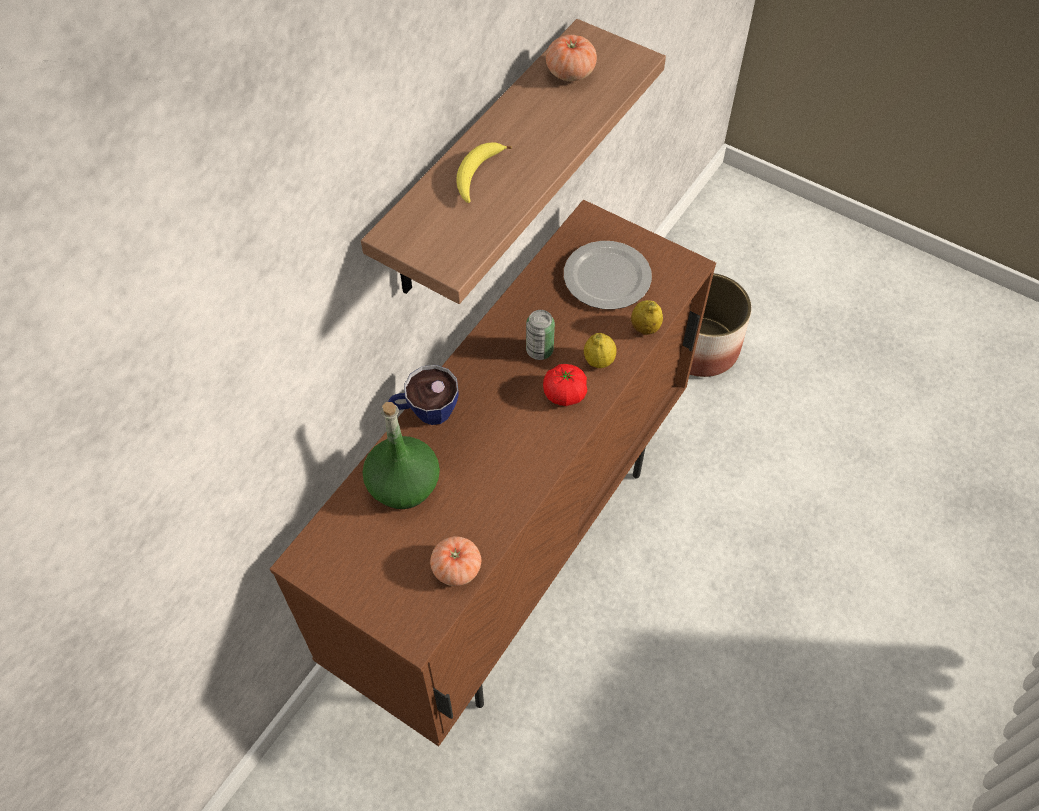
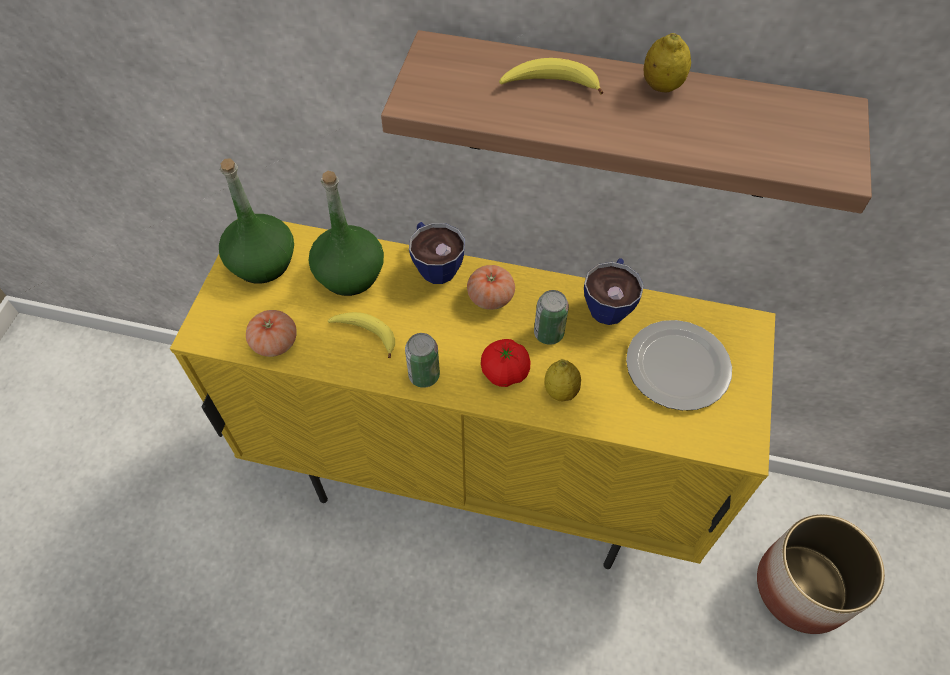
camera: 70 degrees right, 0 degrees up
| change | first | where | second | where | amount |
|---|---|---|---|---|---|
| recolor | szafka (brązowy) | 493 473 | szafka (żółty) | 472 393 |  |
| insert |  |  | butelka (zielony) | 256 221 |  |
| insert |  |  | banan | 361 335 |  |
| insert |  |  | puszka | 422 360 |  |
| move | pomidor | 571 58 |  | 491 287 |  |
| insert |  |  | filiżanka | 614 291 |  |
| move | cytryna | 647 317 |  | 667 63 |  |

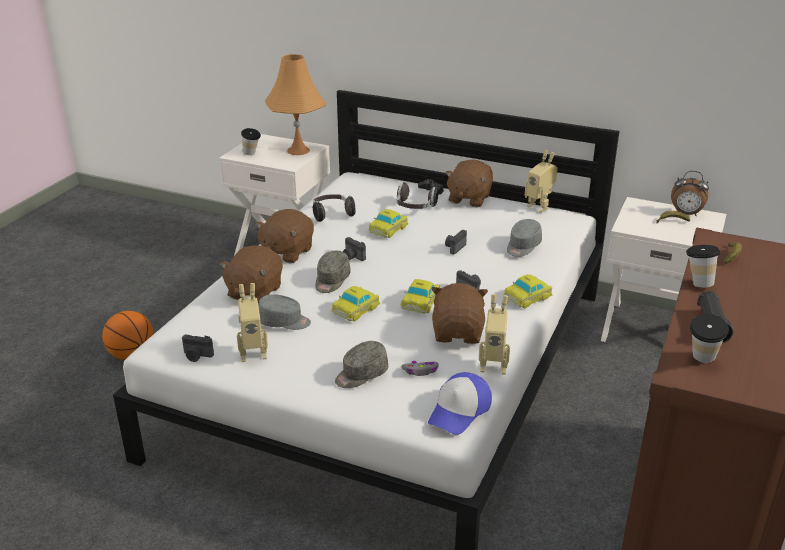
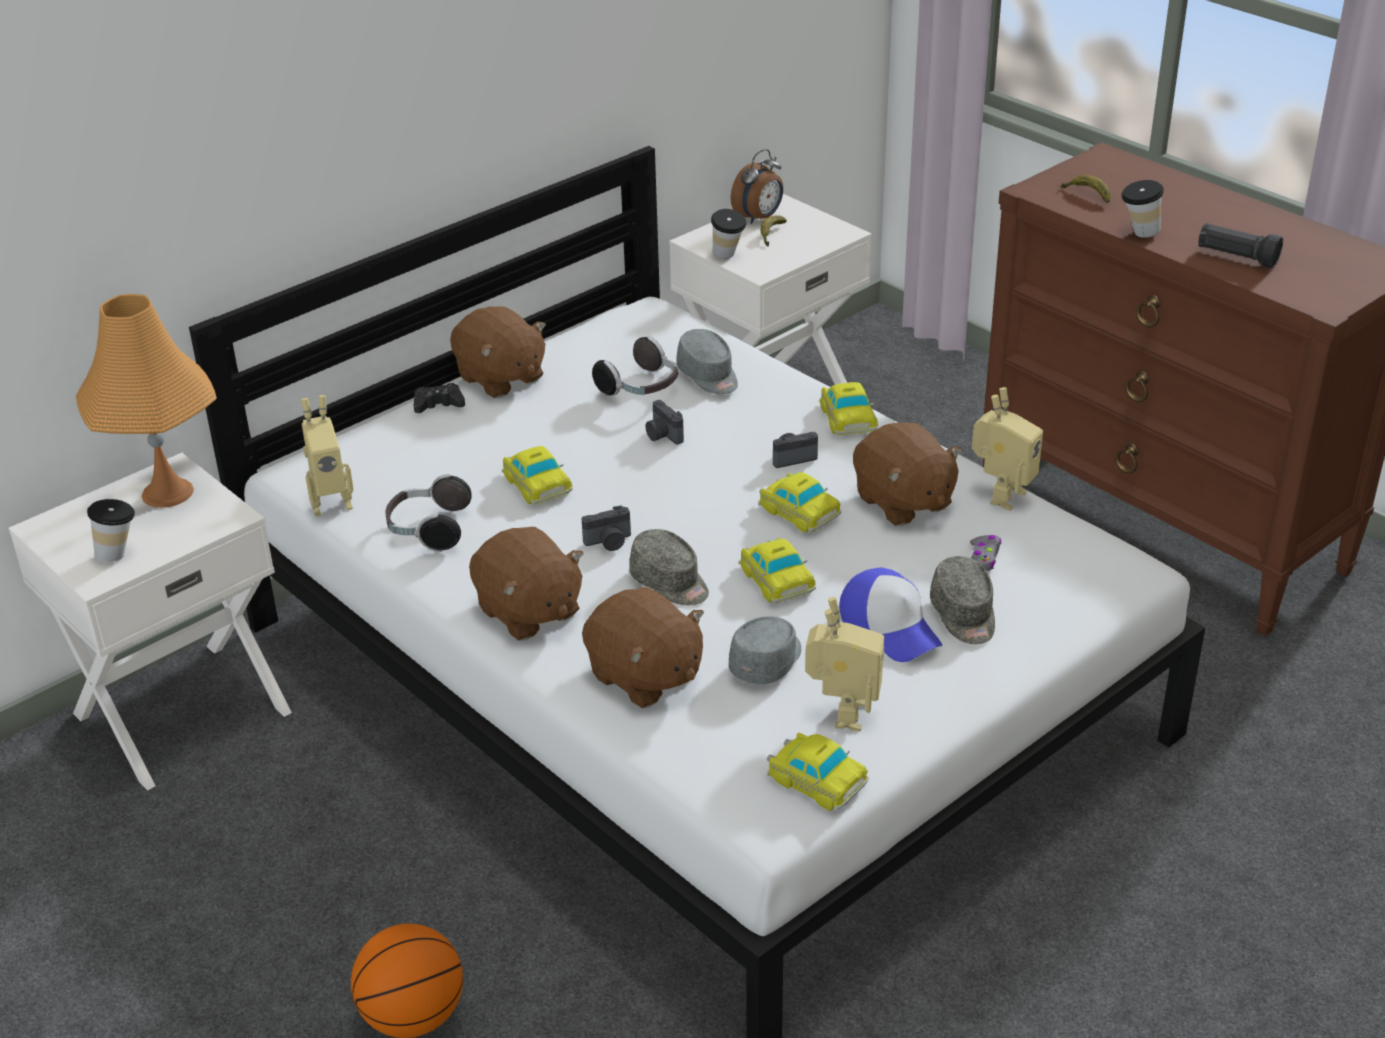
camera: 65 degrees left, 5 degrees up
| change | first | where | second | where | amount |
|---|---|---|---|---|---|
| move | robot zabawkowy | 541 181 |  | 327 456 |  |
| move | słuchawki | 417 196 |  | 635 366 |  |
| move | filiżanka | 709 338 |  | 729 234 |  |
| replace | aparat fotograficzny | 198 348 | samochodzik | 818 771 |  |
| move | czapka z daszkiem | 460 403 |  | 890 615 |  |
| rotate | pluszak (brązowy) | 459 313 |  | 907 474 | 150 degrees counterclockwise |

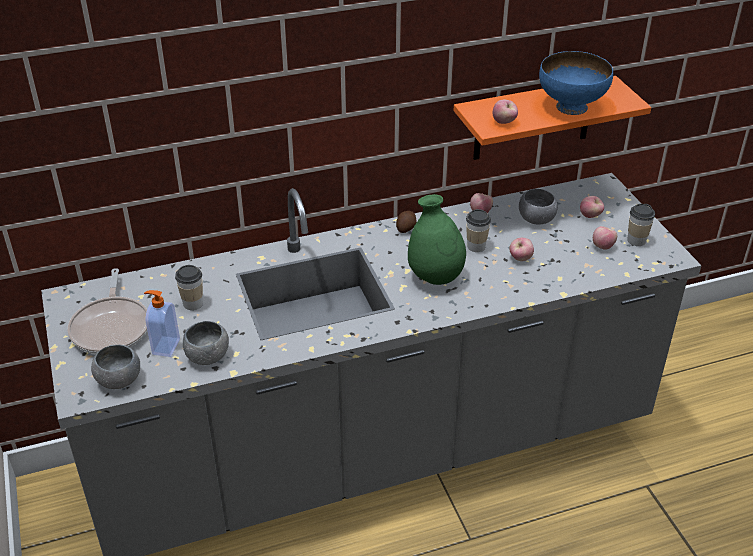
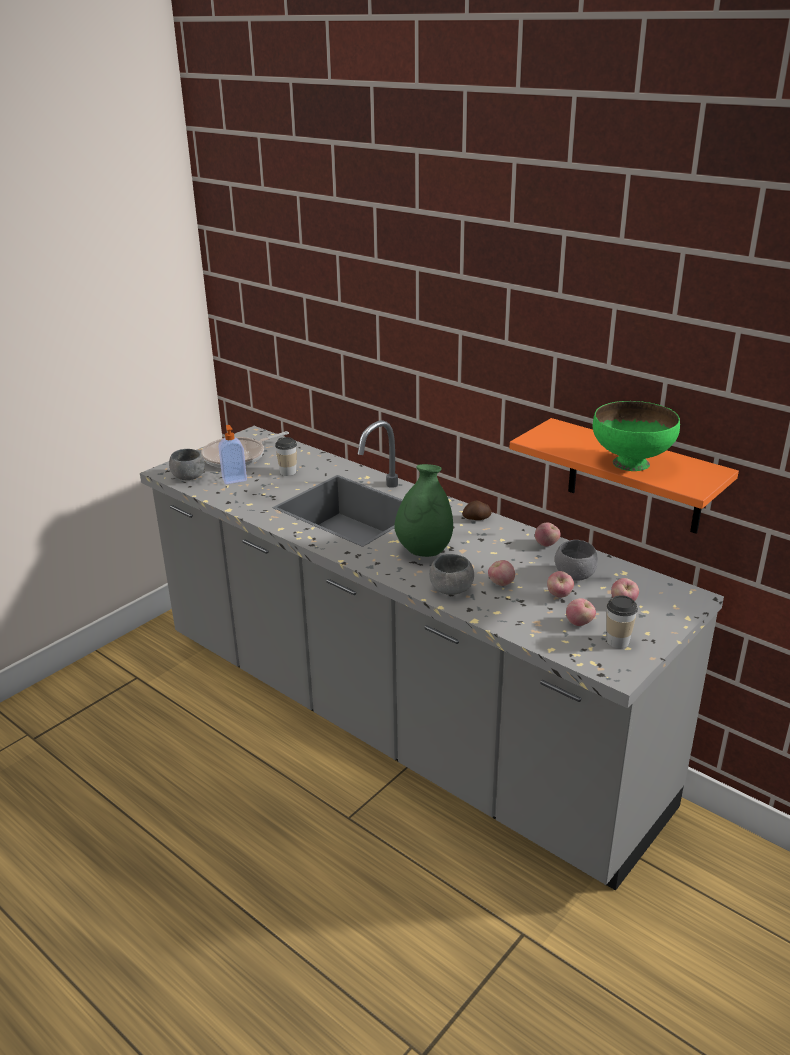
camera: 60 degrees right, 10 degrees down
| change | first | where | second | where | amount |
|---|---|---|---|---|---|
| move | miska (szary) | 206 343 |  | 451 574 |  |
| move | jabłko | 505 112 |  | 560 584 |  |
| recolor | miska (niebieski) | 576 83 | miska (zielony) | 636 436 |  |
| delete | filiżanka | 478 230 |  |  |  |

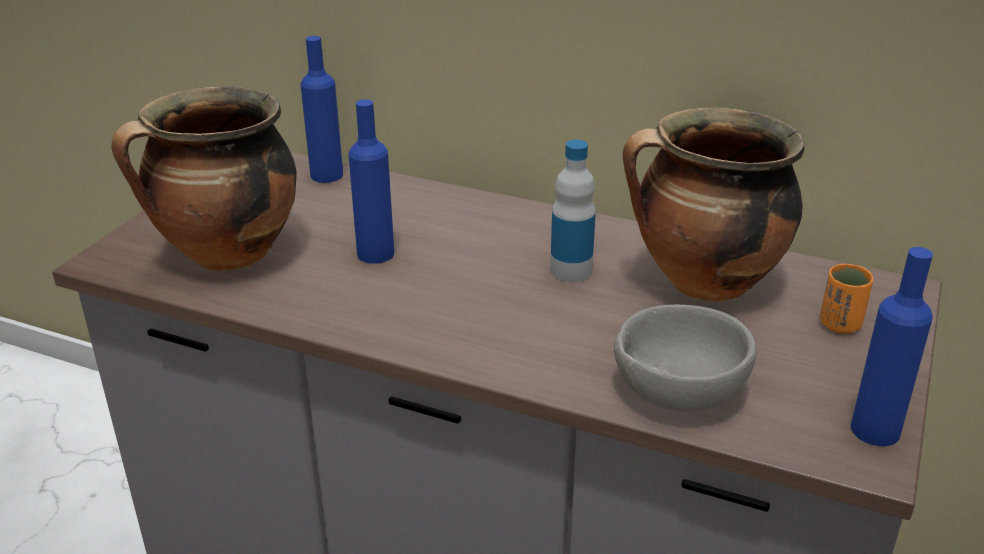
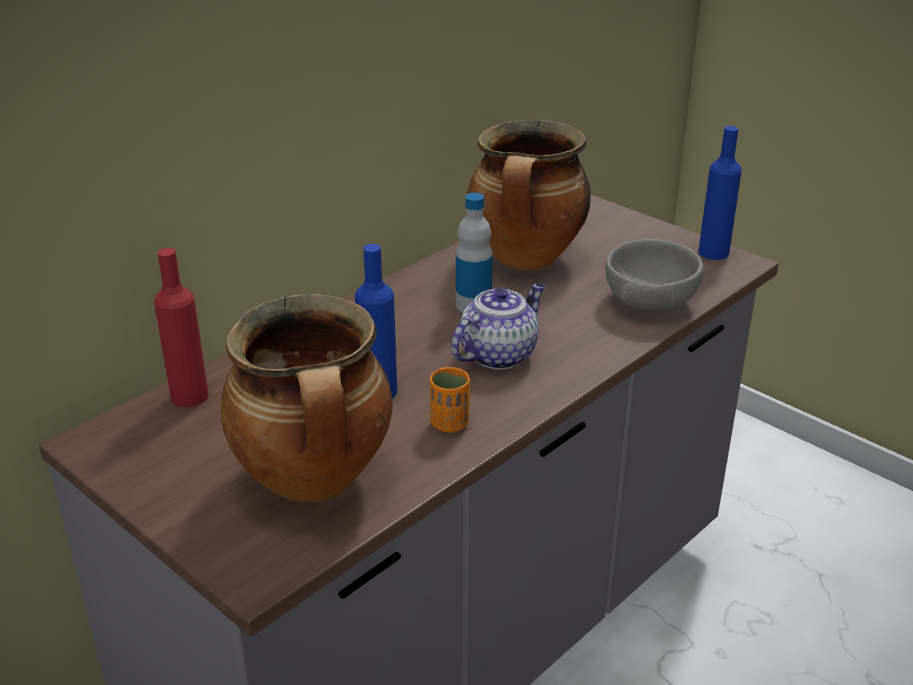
camera: 70 degrees left, 0 degrees up
| change | first | where | second | where | amount |
|---|---|---|---|---|---|
| recolor | butelka (niebieski) | 321 109 | butelka (czerwony) | 181 327 |  |
| move | filiżanka (pomarańczowy) | 846 299 |  | 450 400 |  |
| insert |  |  | imbryk | 498 326 |  |

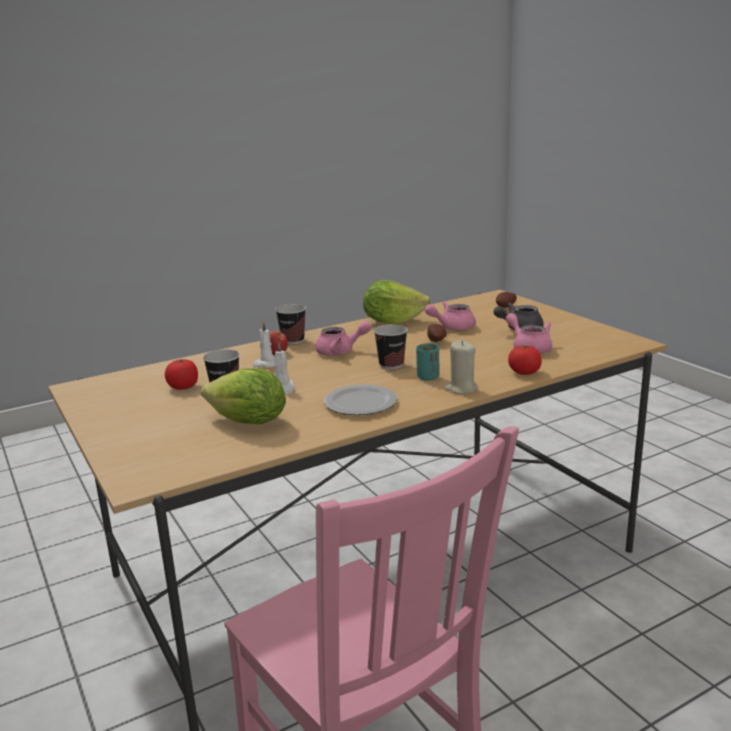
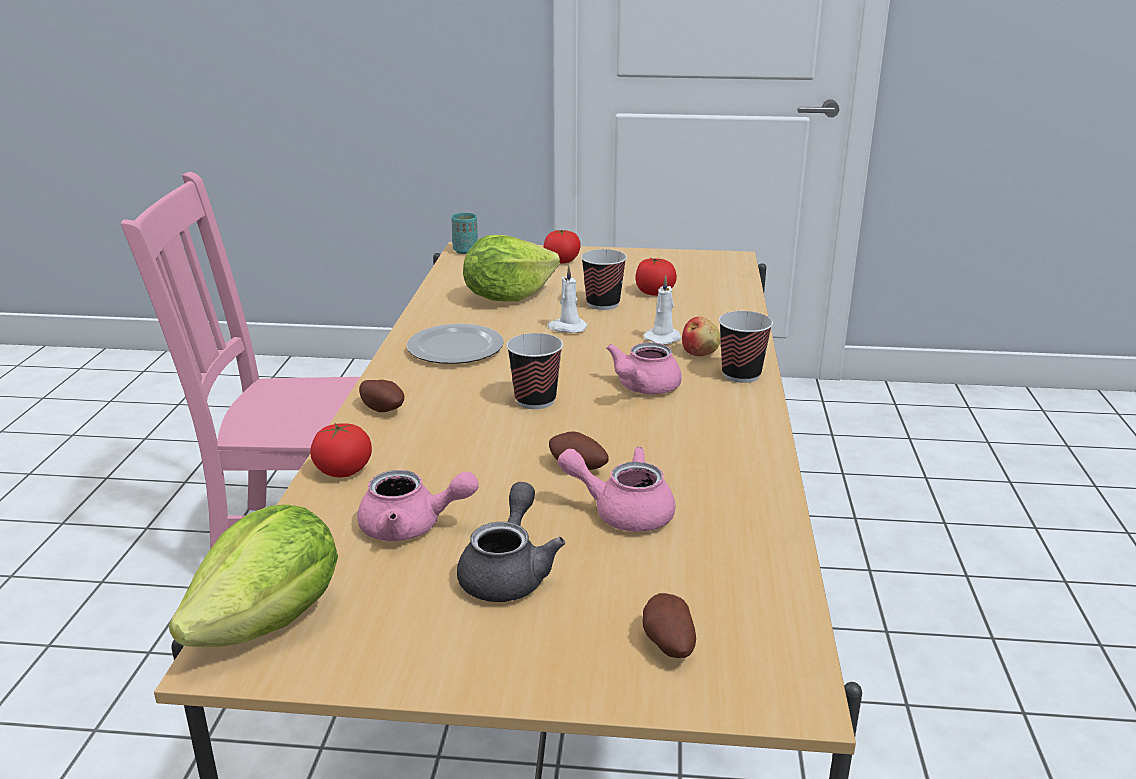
camera: 125 degrees right, 5 degrees up
| change | first | where | second | where | amount |
|---|---|---|---|---|---|
| move | sałata | 397 302 |  | 253 575 |  |
| replace | świeca (beżowy) | 461 367 | ziemniak | 381 396 |  |
| move | filiżanka (turkusowy) | 427 362 |  | 464 233 |  |
| insert |  |  | pomidor | 562 247 |  |
| rotate | imbryk (różowy) | 450 316 |  | 617 489 | 90 degrees counterclockwise |

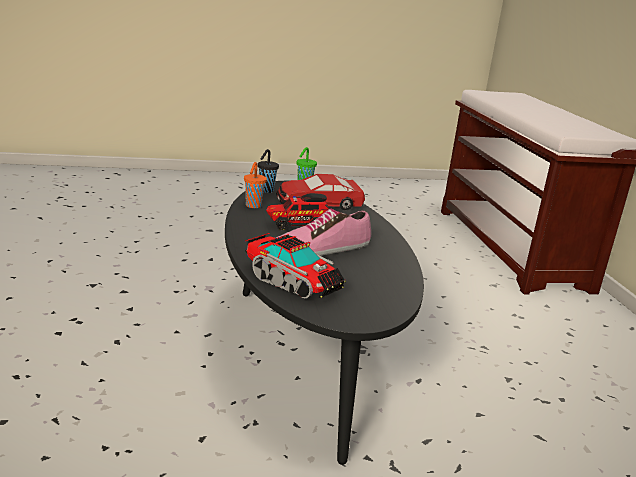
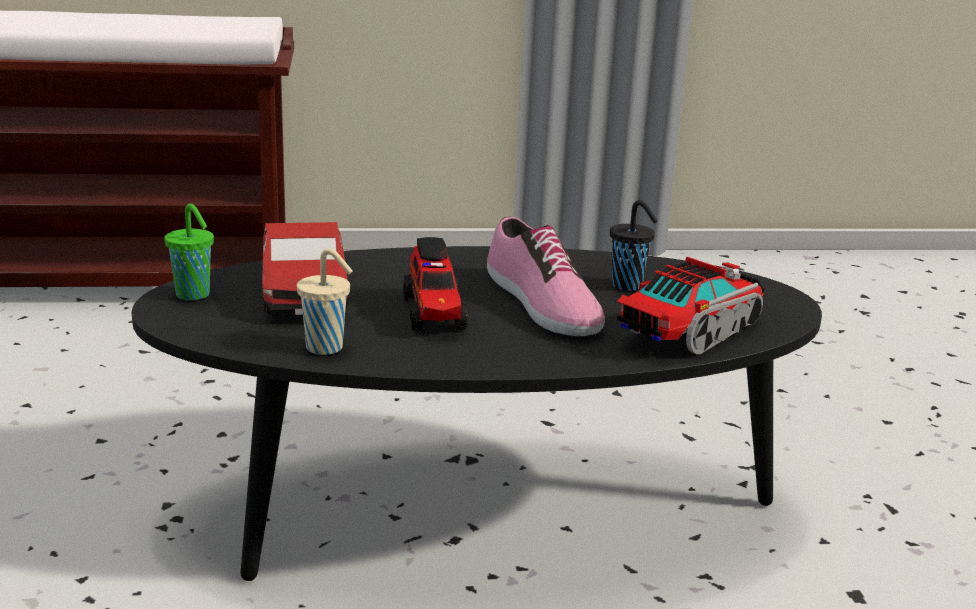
camera: 85 degrees left, 0 degrees up
| change | first | where | second | where | amount |
|---|---|---|---|---|---|
| recolor | filiżanka (pomarańczowy) | 255 185 | filiżanka (beżowy) | 325 301 |  |
| move | filiżanka (czarny) | 268 171 |  | 634 245 |  |

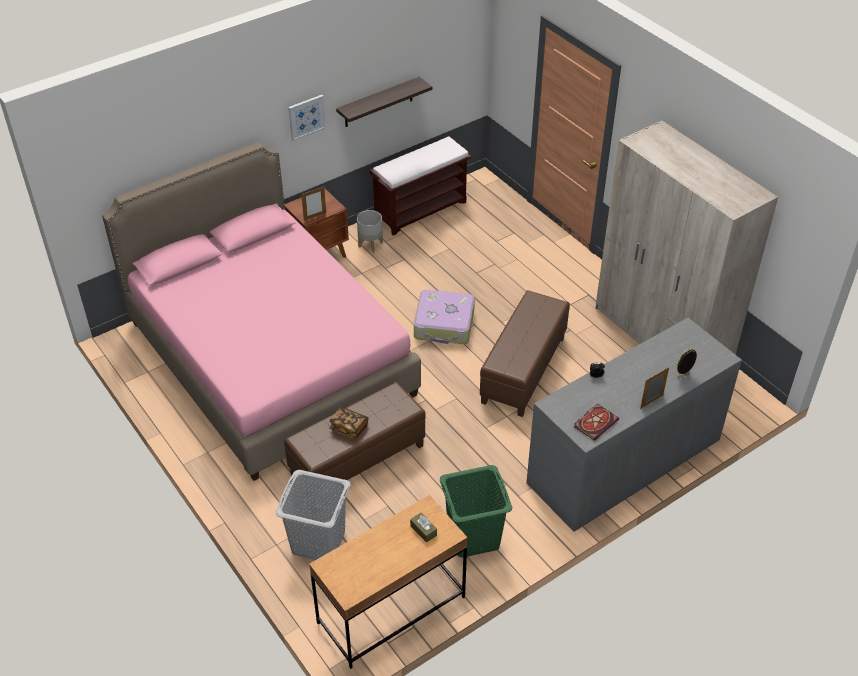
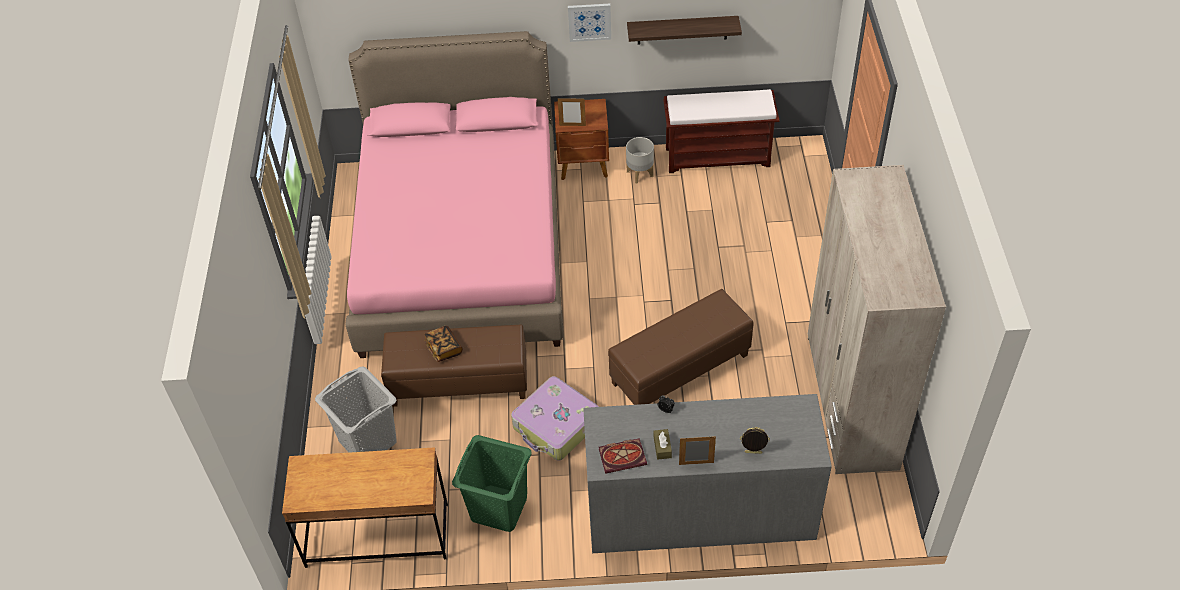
camera: 35 degrees right, 5 degrees up
| change | first | where | second | where | amount |
|---|---|---|---|---|---|
| move | walizka | 444 317 |  | 555 418 |  |
| move | pudełko chusteczek (brązowy) | 423 528 |  | 663 444 |  |

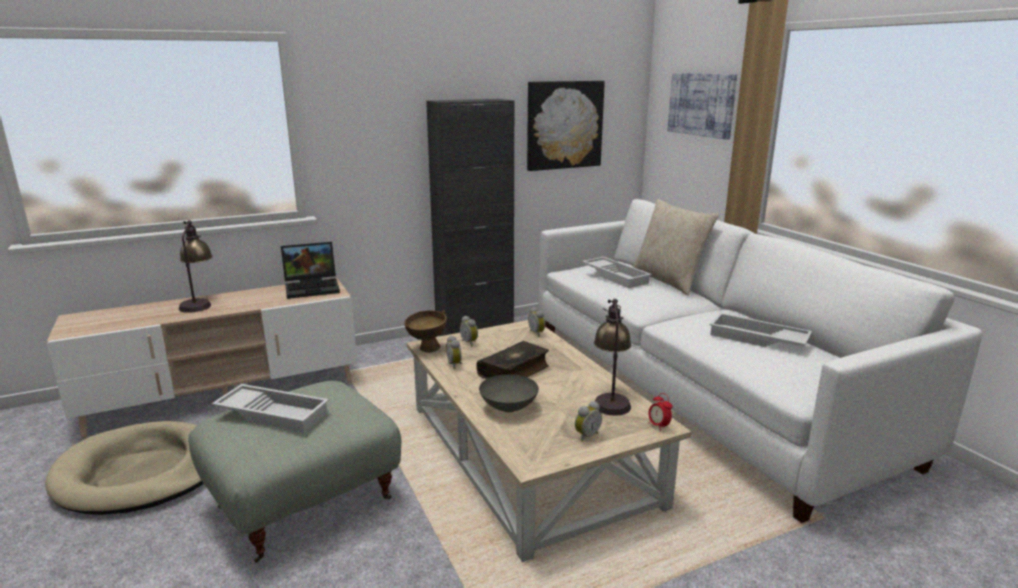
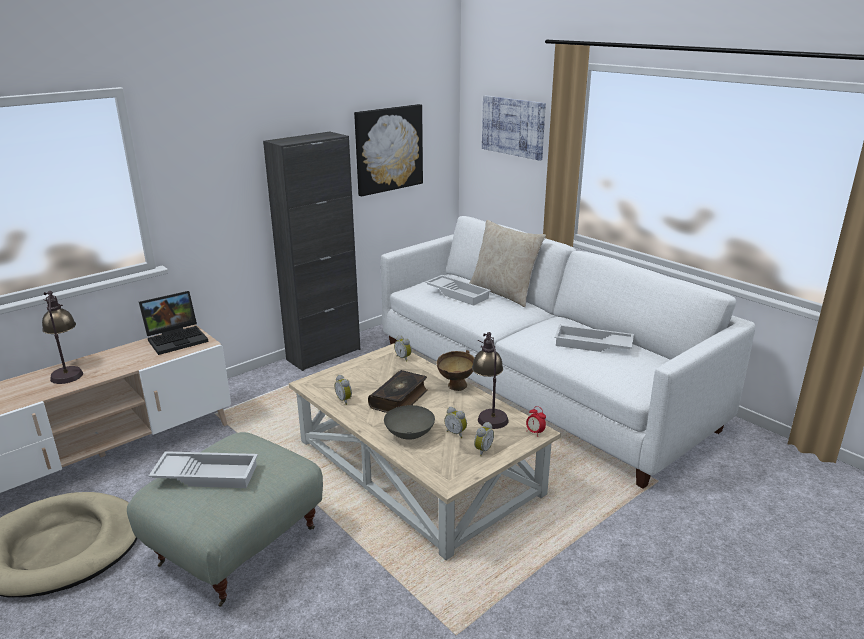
camera: 15 degrees left, 5 degrees up
| change | first | where | second | where | amount |
|---|---|---|---|---|---|
| move | miska (brązowy) | 425 331 |  | 455 370 |  |
| move | budzik | 469 331 |  | 455 422 |  |

